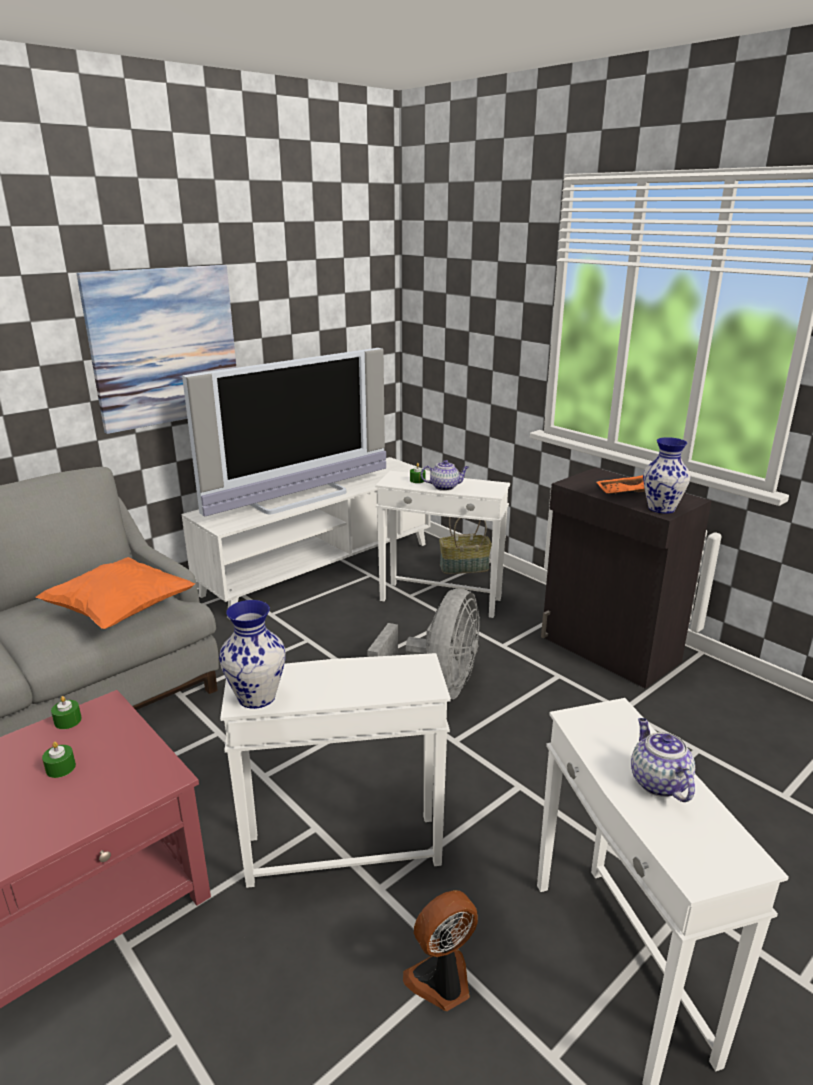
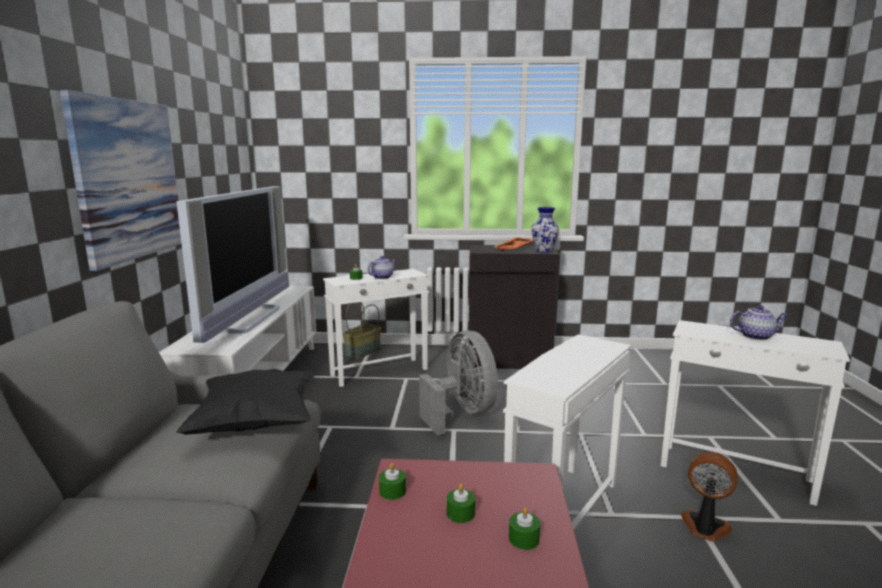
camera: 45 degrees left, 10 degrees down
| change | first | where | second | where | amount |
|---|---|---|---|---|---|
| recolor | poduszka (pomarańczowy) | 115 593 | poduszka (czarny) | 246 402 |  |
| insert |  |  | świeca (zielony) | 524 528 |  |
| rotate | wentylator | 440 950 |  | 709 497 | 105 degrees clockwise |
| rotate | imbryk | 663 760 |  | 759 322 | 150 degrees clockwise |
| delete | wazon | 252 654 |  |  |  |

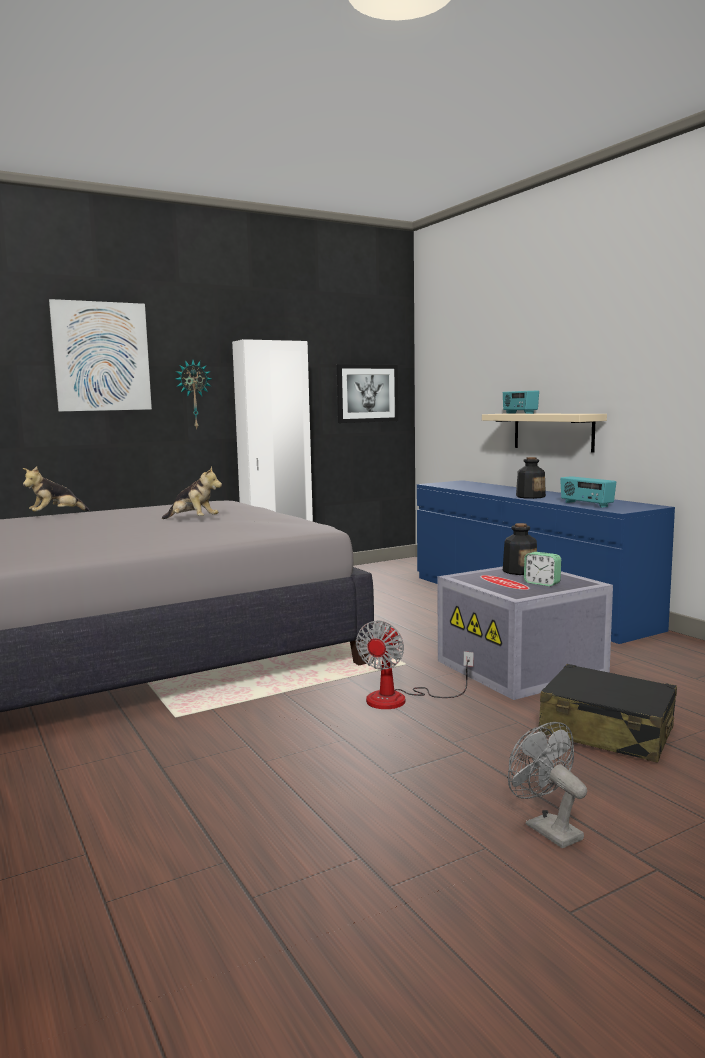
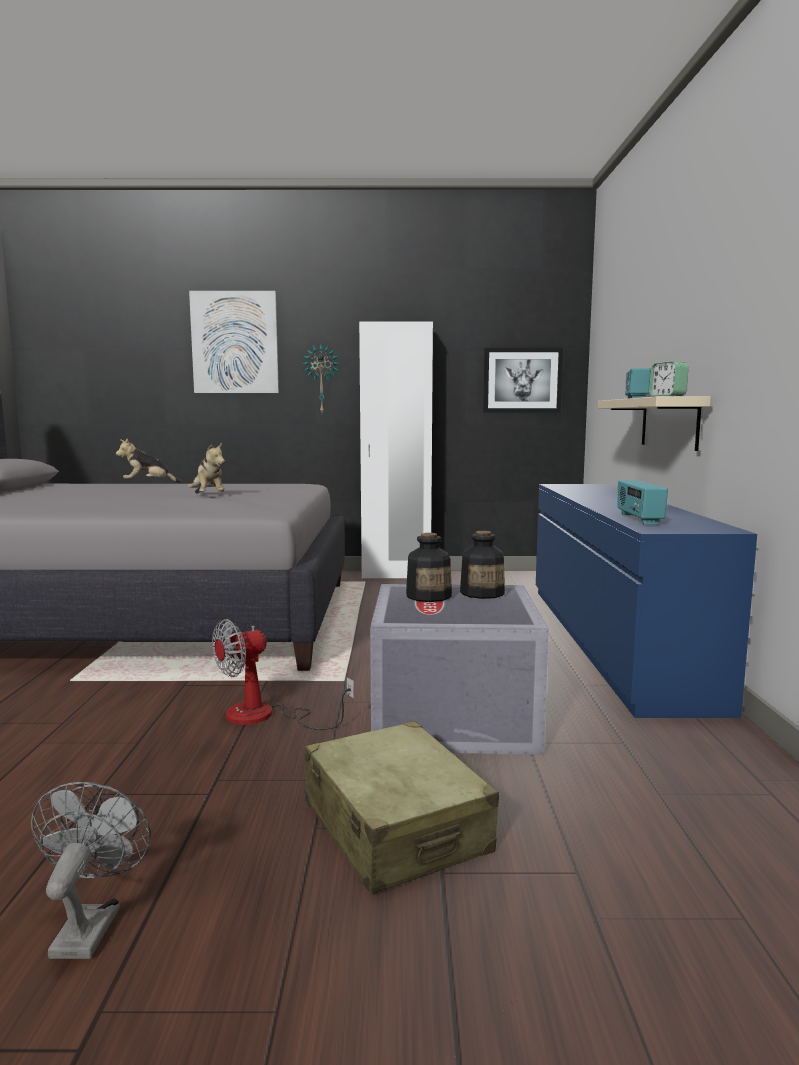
camera: 30 degrees right, 0 degrees up
| change | first | where | second | where | amount |
|---|---|---|---|---|---|
| recolor | walizka (czarny) | 608 713 | walizka (beżowy) | 402 808 |  |
| move | butelka | 531 478 |  | 429 567 |  |
| move | budzik | 542 569 |  | 669 379 |  |

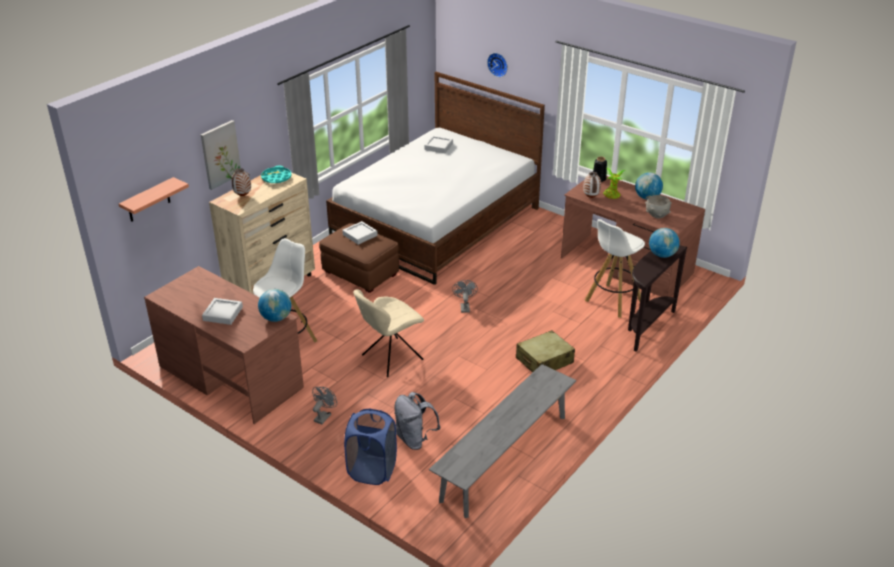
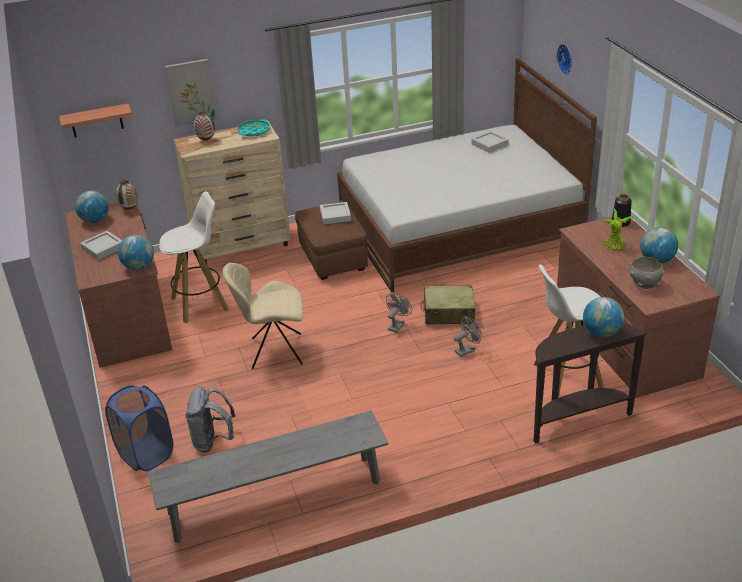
camera: 35 degrees right, 0 degrees up
| change | first | where | second | where | amount |
|---|---|---|---|---|---|
| insert |  |  | globus | 92 206 |  |
| move | wazon | 592 185 |  | 127 195 |  |
| move | walizka (beżowy) | 545 351 |  | 448 304 |  |
| move | wentylator (szary) | 324 405 |  | 467 336 |  |

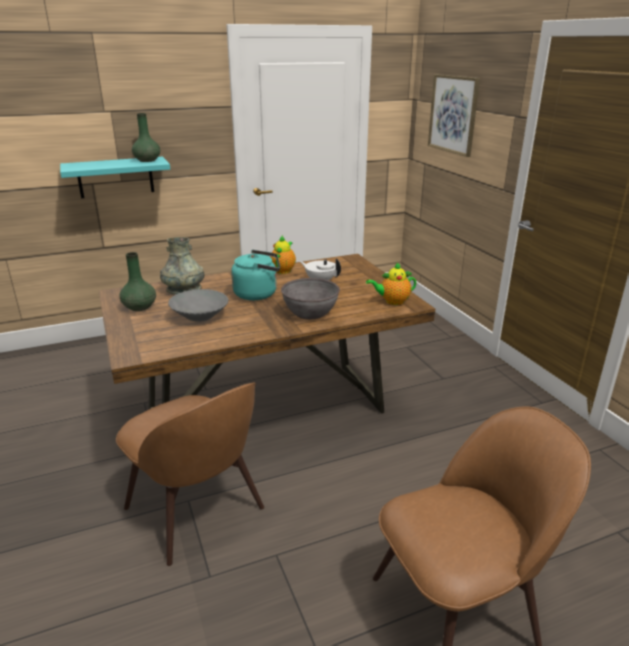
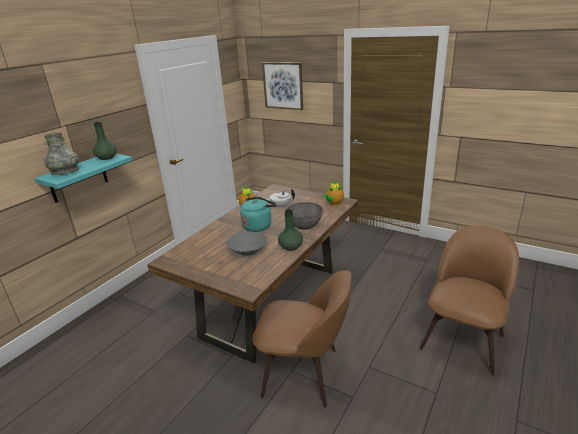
camera: 35 degrees left, 0 degrees up
| change | first | where | second | where | amount |
|---|---|---|---|---|---|
| move | wazon (szary) | 182 265 |  | 62 154 |  |
| move | wazon (zielony) | 138 281 |  | 290 230 |  |

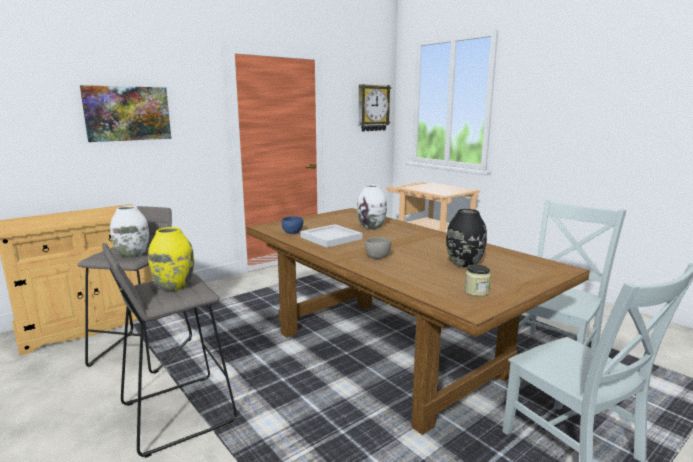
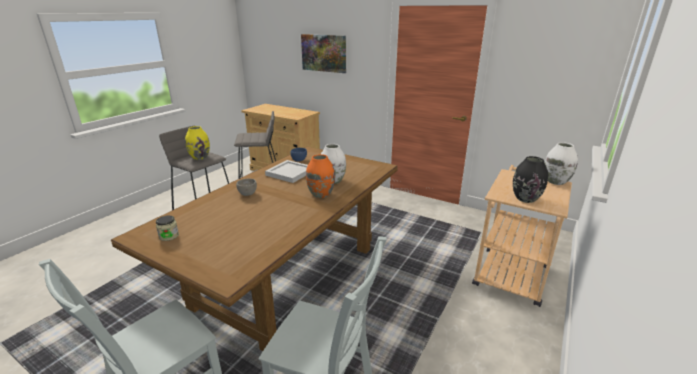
camera: 70 degrees right, 10 degrees up
| change | first | where | second | where | amount |
|---|---|---|---|---|---|
| insert |  |  | wazon (pomarańczowy) | 320 176 |  |
| move | wazon (czarny) | 466 238 |  | 530 179 |  |
| move | wazon (biały) | 129 232 |  | 561 163 |  |
| delete | zegar ścienny | 375 107 |  |  |  |

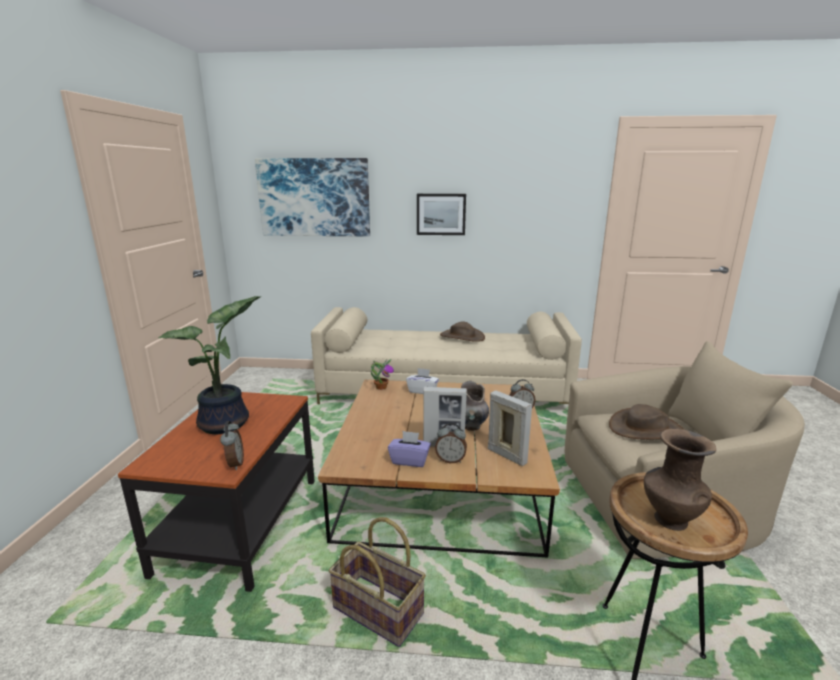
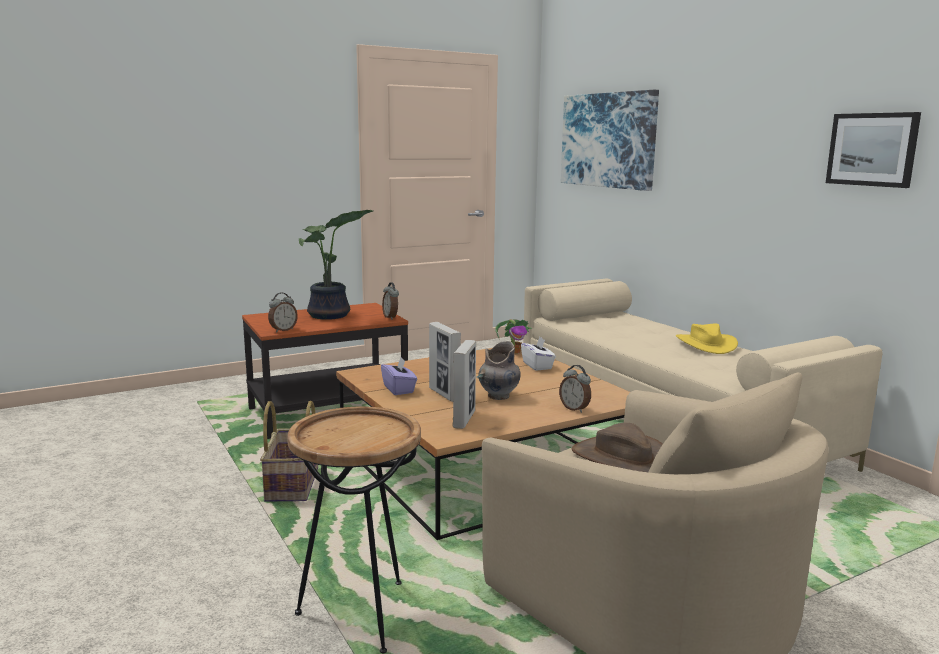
camera: 55 degrees right, 5 degrees down
| change | first | where | second | where | amount |
|---|---|---|---|---|---|
| move | budzik | 451 443 |  | 390 301 |  |
| recolor | kapelusz (brązowy) | 462 331 | kapelusz (żółty) | 707 339 |  |
| move | obraz | 441 214 |  | 873 150 |  |
| delete | wazon (brązowy) | 680 479 |  |  |  |

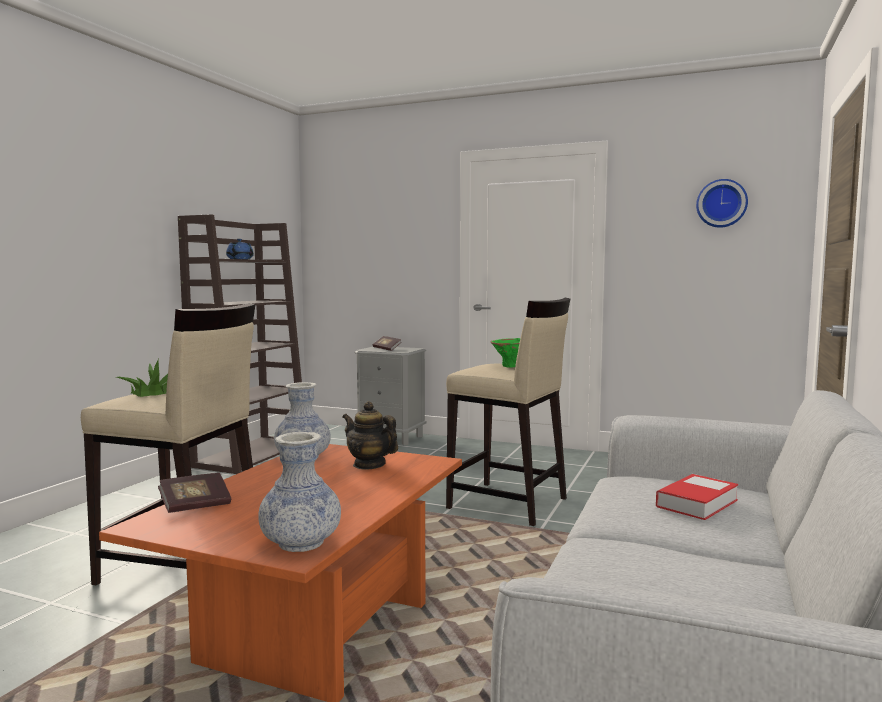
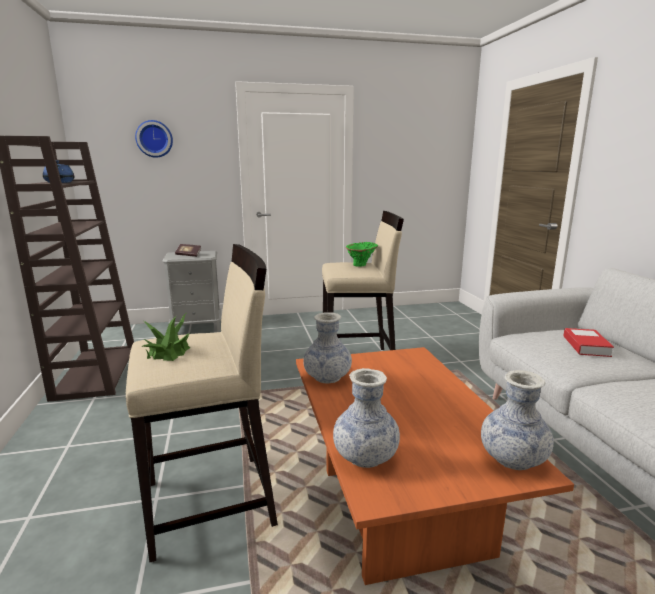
camera: 35 degrees left, 10 degrees up
| change | first | where | second | where | amount |
|---|---|---|---|---|---|
| move | zegar ścienny | 722 203 |  | 154 139 |  |
| replace | książka | 194 493 | wazon | 366 418 |  |
| delete | imbryk | 370 435 |  |  |  |

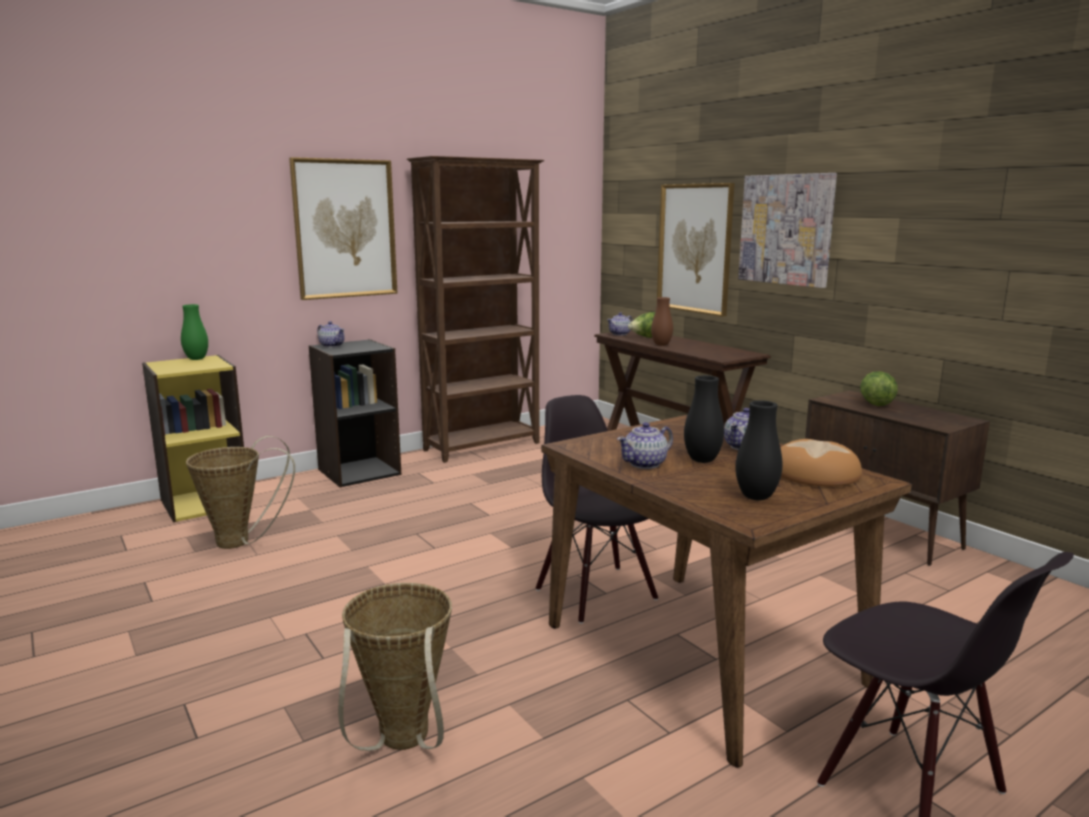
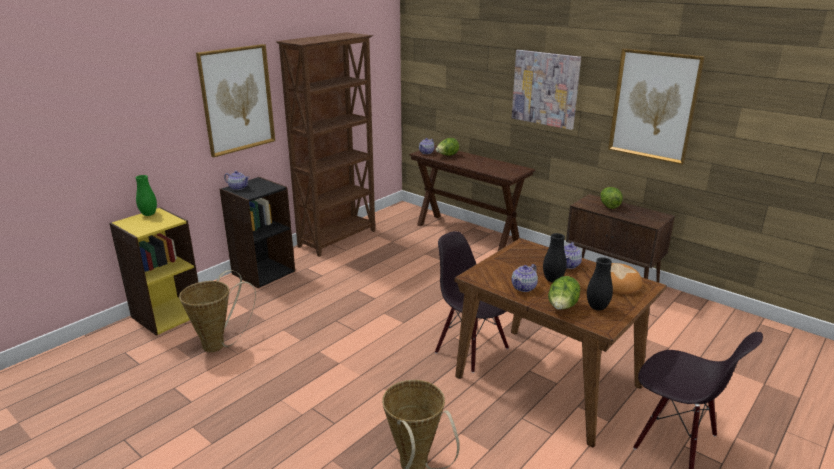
camera: 15 degrees left, 10 degrees up
| change | first | where | second | where | amount |
|---|---|---|---|---|---|
| insert |  |  | sałata | 564 293 |  |
| move | obraz | 695 250 |  | 656 106 |  |
| delete | wazon (brązowy) | 662 321 |  |  |  |

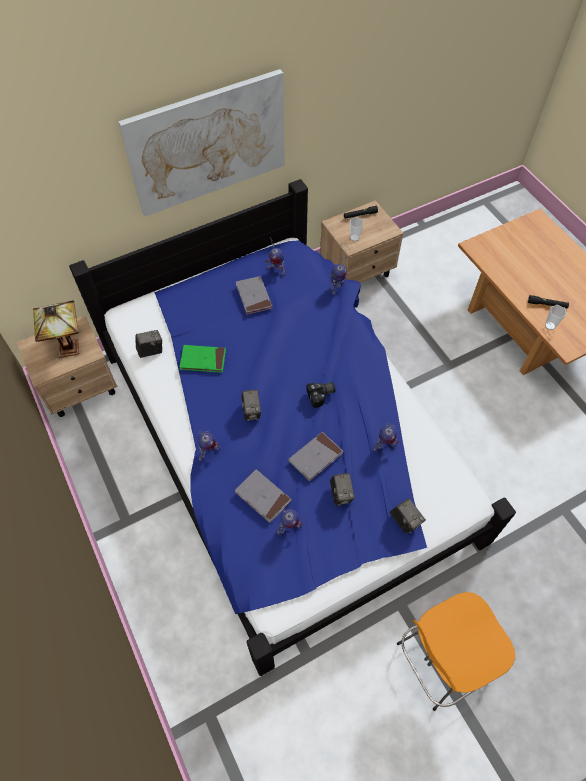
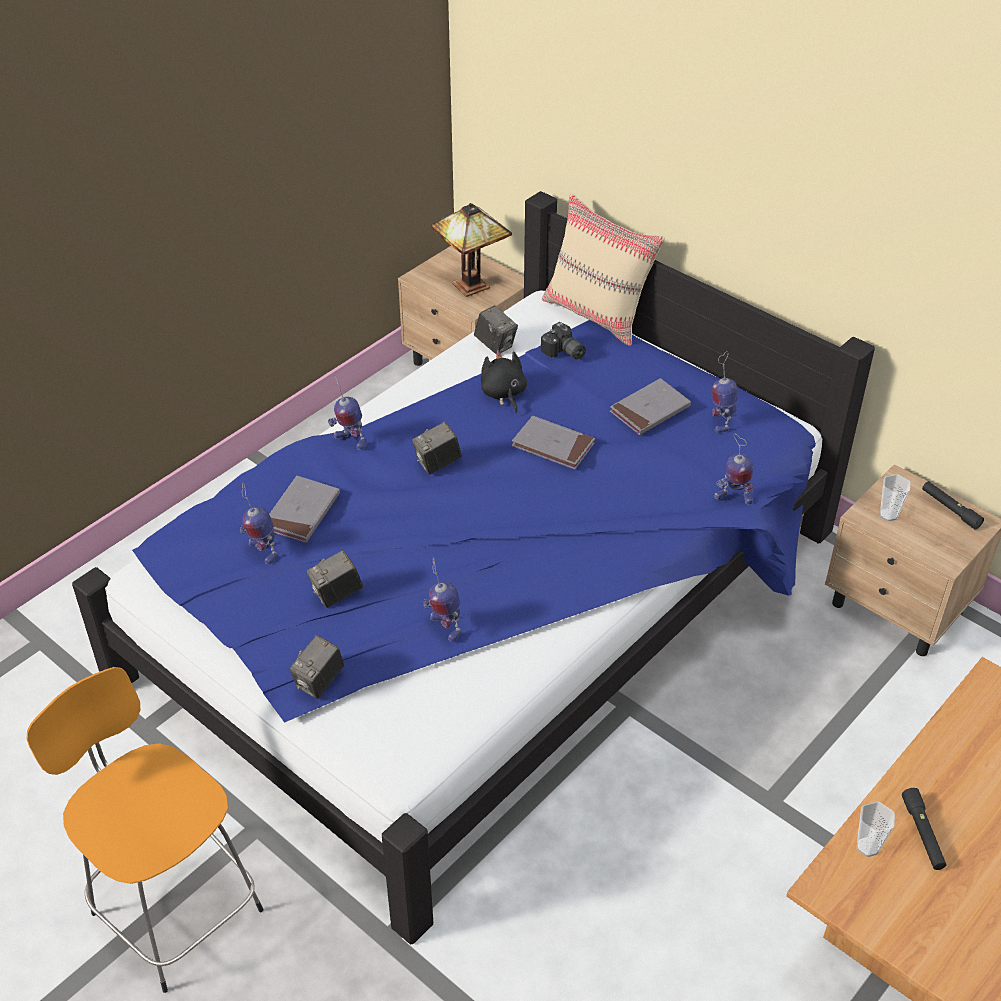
camera: 70 degrees right, 15 degrees down
| change | first | where | second | where | amount |
|---|---|---|---|---|---|
| replace | książka (zielony) | 202 359 | pluszak (czarny) | 504 382 |  |
| move | książka (szary) | 315 456 |  | 553 442 |  |
| move | aparat fotograficzny | 321 395 |  | 563 341 |  |
| insert |  |  | poduszka (beżowy) | 603 269 |  |
| delete | obraz | 201 143 |  |  |  |

